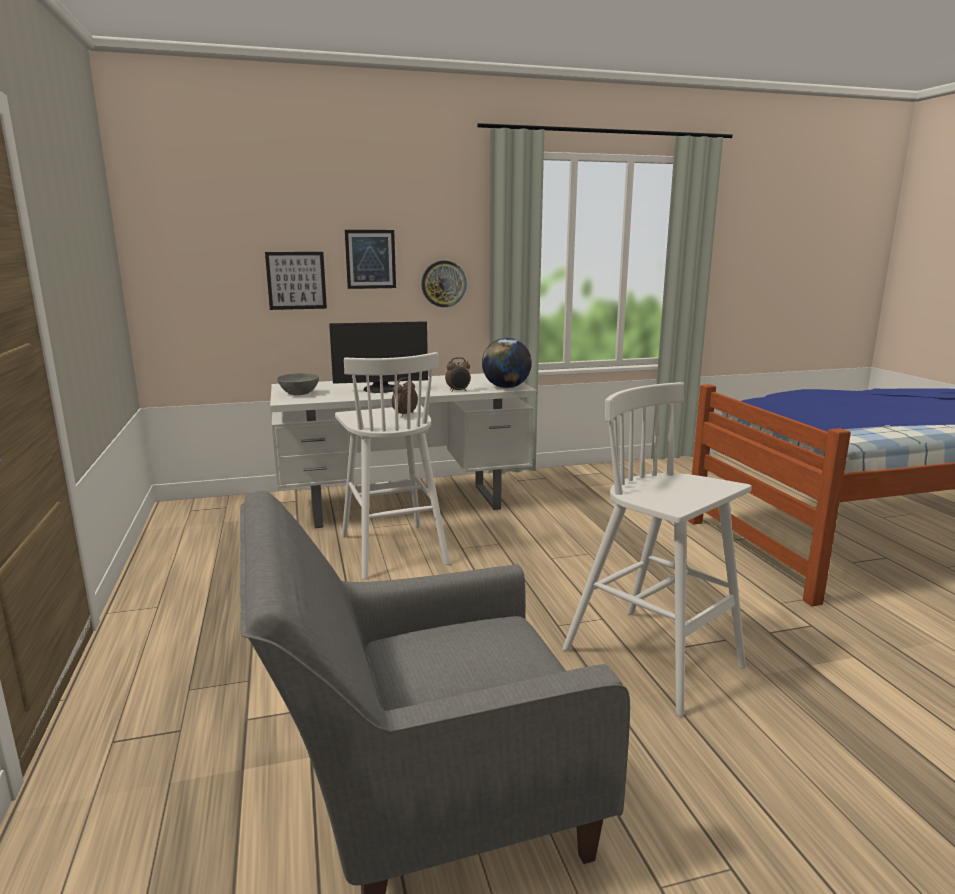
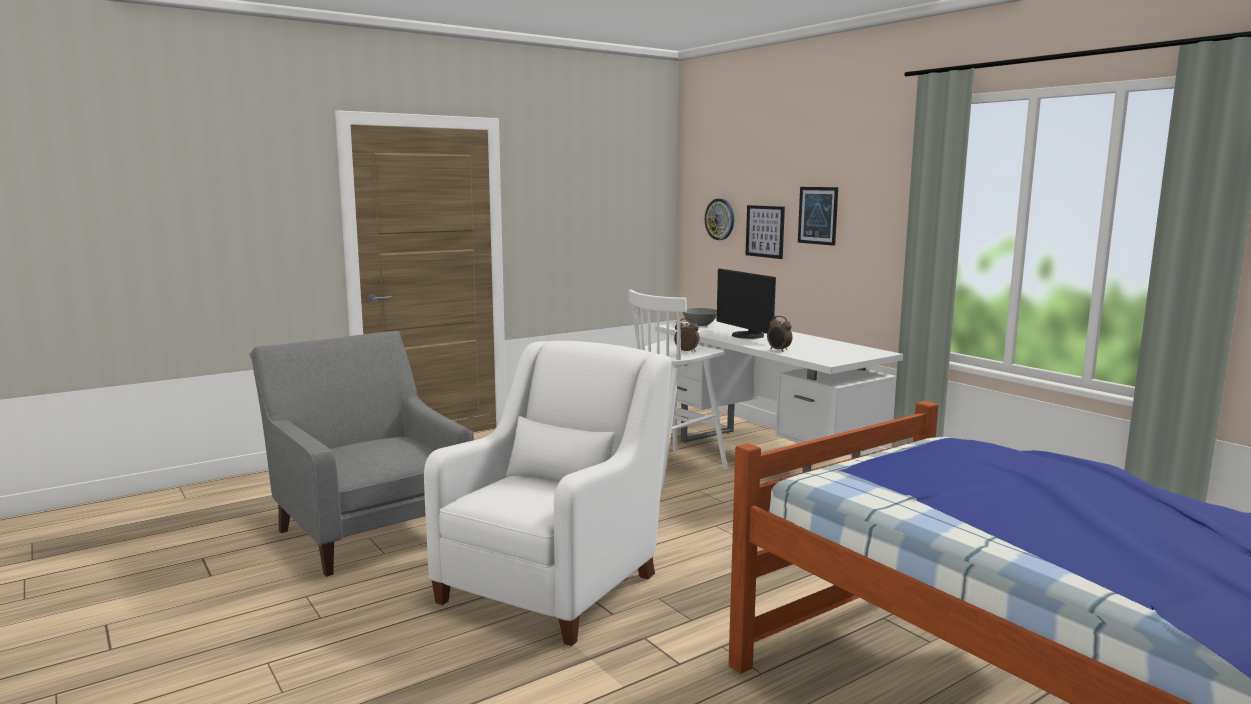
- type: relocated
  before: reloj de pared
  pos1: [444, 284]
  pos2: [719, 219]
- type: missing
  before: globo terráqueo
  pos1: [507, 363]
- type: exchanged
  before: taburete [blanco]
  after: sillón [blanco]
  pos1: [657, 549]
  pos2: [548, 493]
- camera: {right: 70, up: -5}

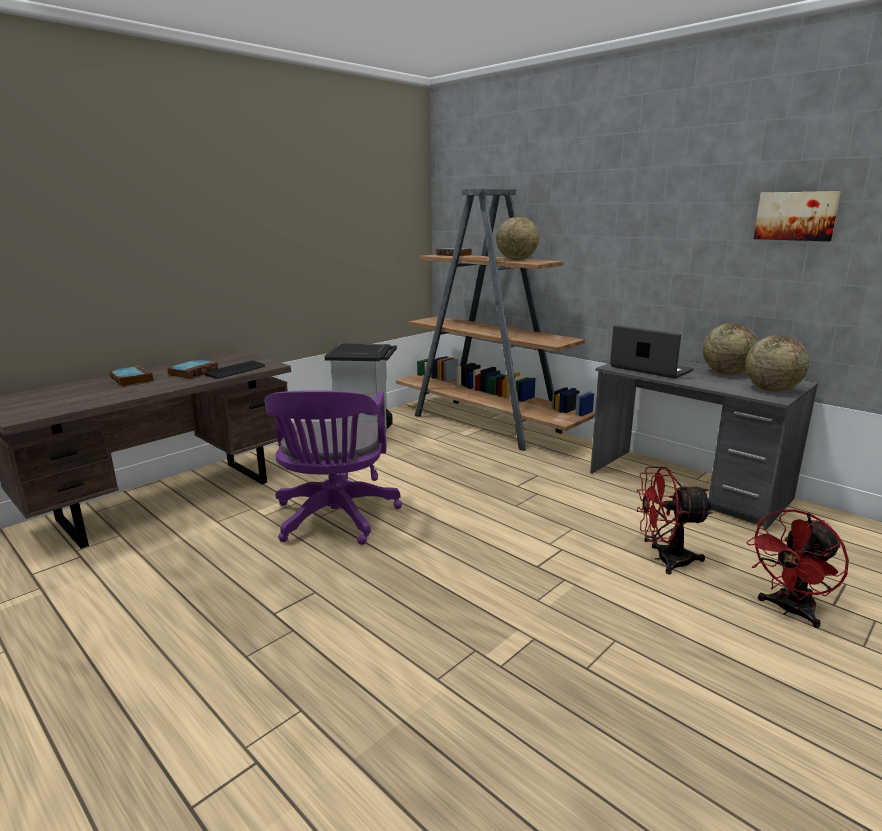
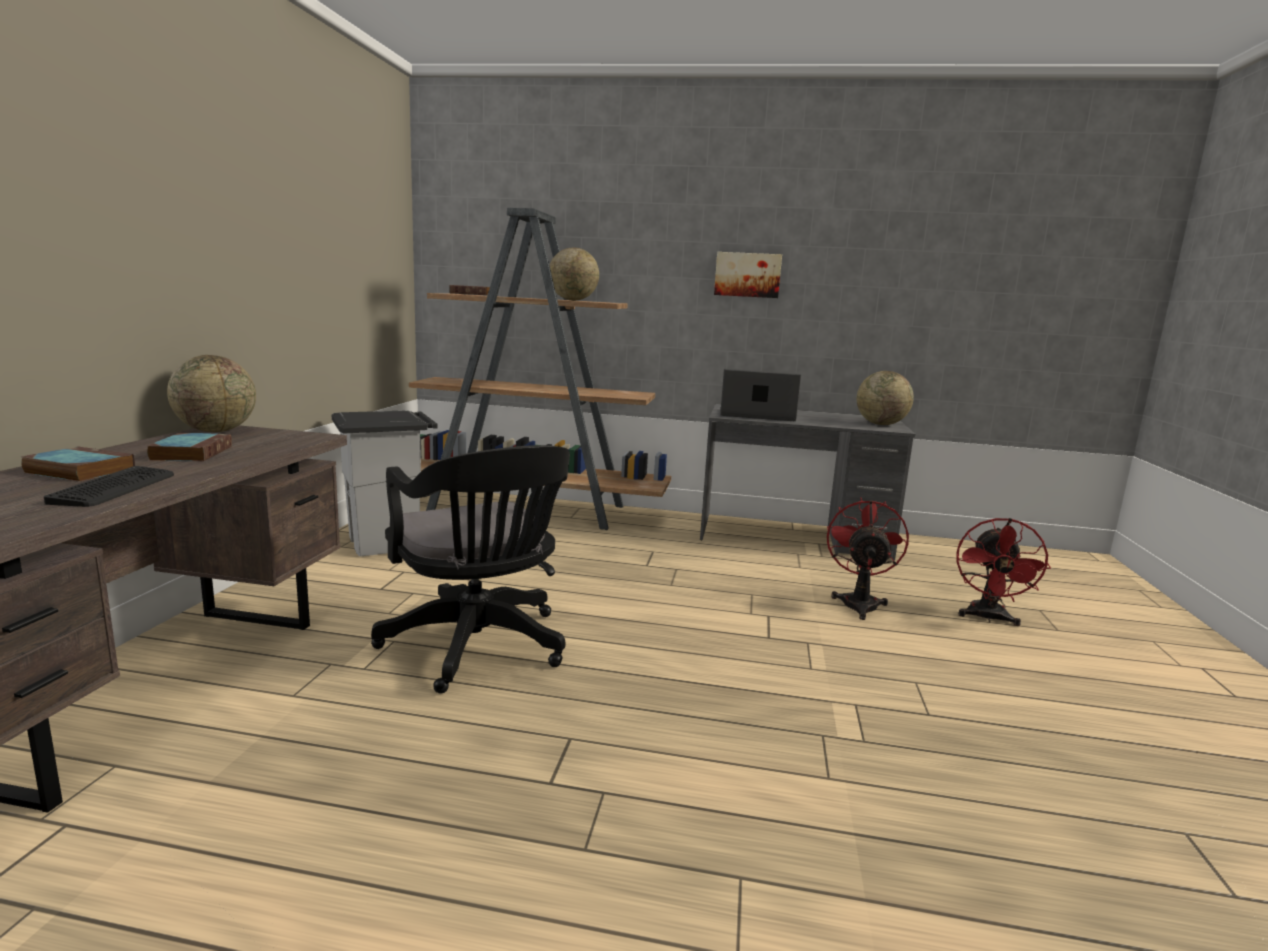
- type: relocated
  before: teclado
  pos1: [235, 369]
  pos2: [109, 486]
- type: colour
  before: silla de oficina [morado]
  after: silla de oficina [negro]
  pos1: [333, 467]
  pos2: [470, 569]
- type: spun
  before: ventilador [rojo]
  pos1: [674, 521]
  pos2: [868, 559]
  turn: 135
- type: relocated
  before: globo terráqueo
  pos1: [730, 349]
  pos2: [211, 393]
- type: relocated
  before: cuadro
  pos1: [797, 216]
  pos2: [748, 275]
- camera: {right: -35, up: -5}

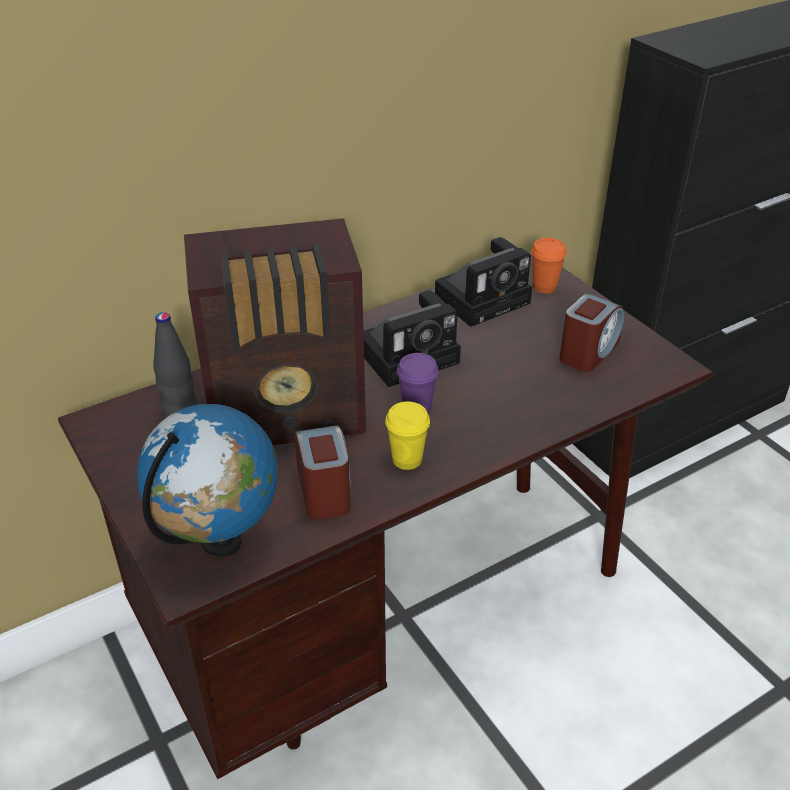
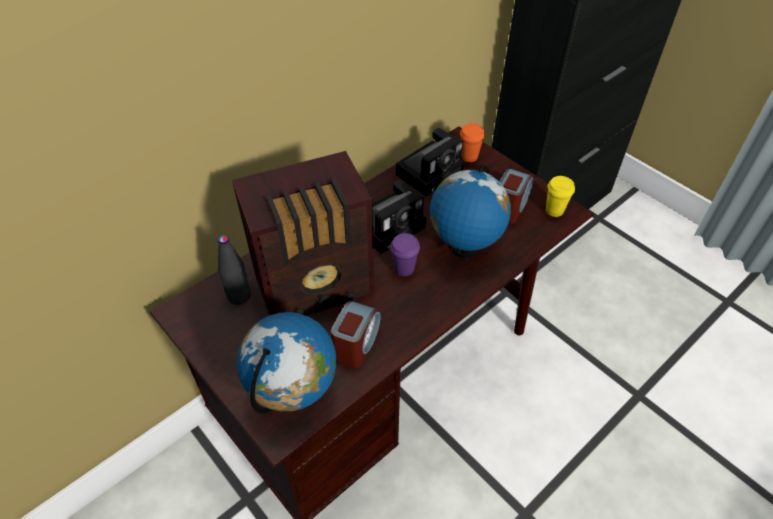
- type: spun
  before: despertador
  pos1: [323, 473]
  pos2: [356, 334]
  turn: 45
- type: relocated
  before: taza [amarillo]
  pos1: [407, 435]
  pos2: [560, 196]
- type: appeared
  after: globo terráqueo
  pos2: [470, 212]
- camera: {right: -10, up: 10}

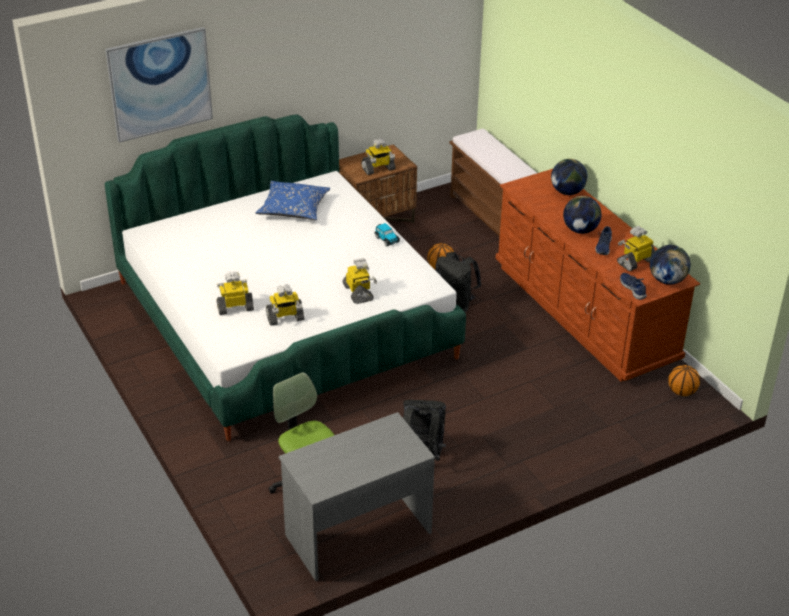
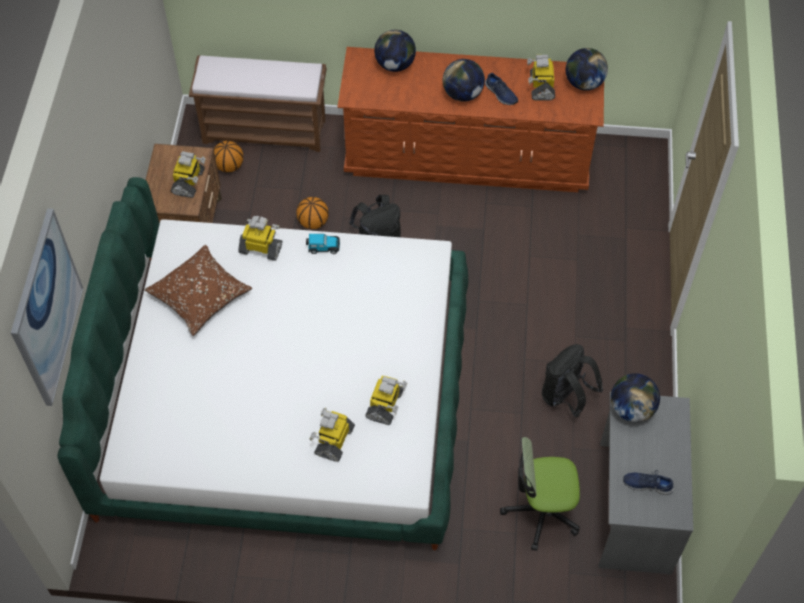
- type: colour
  before: cojín [azul]
  after: cojín [marrón]
  pos1: [293, 200]
  pos2: [198, 290]
- type: relocated
  before: robot de juguete
  pos1: [359, 281]
  pos2: [260, 238]
- type: relocated
  before: zapato [azul]
  pos1: [633, 286]
  pos2: [648, 482]
- type: relocated
  before: balón de baloncesto
  pos1: [684, 380]
  pos2: [228, 156]
- type: appeared
  after: globo terráqueo
  pos2: [635, 397]
- camera: {right: -55, up: 20}

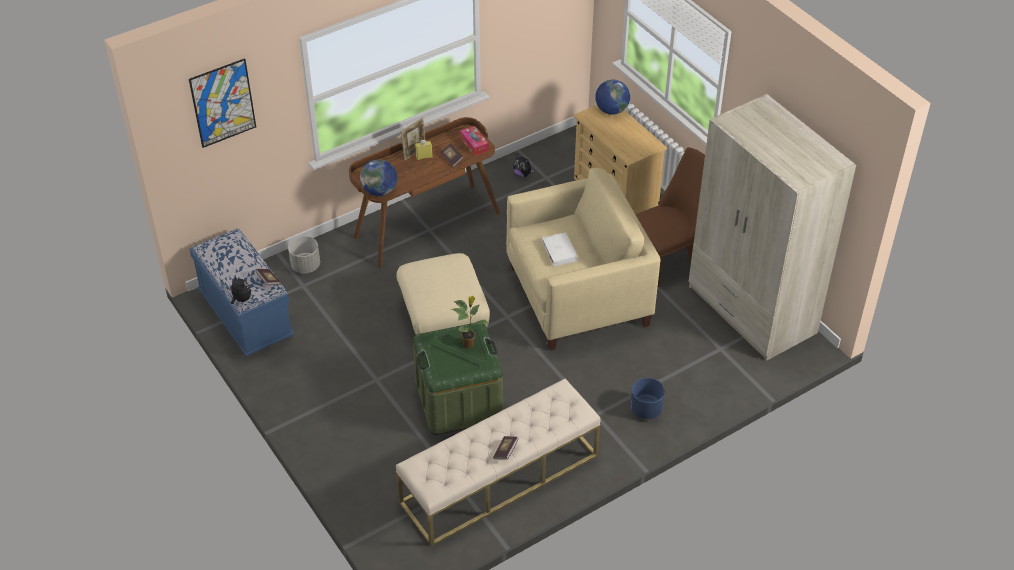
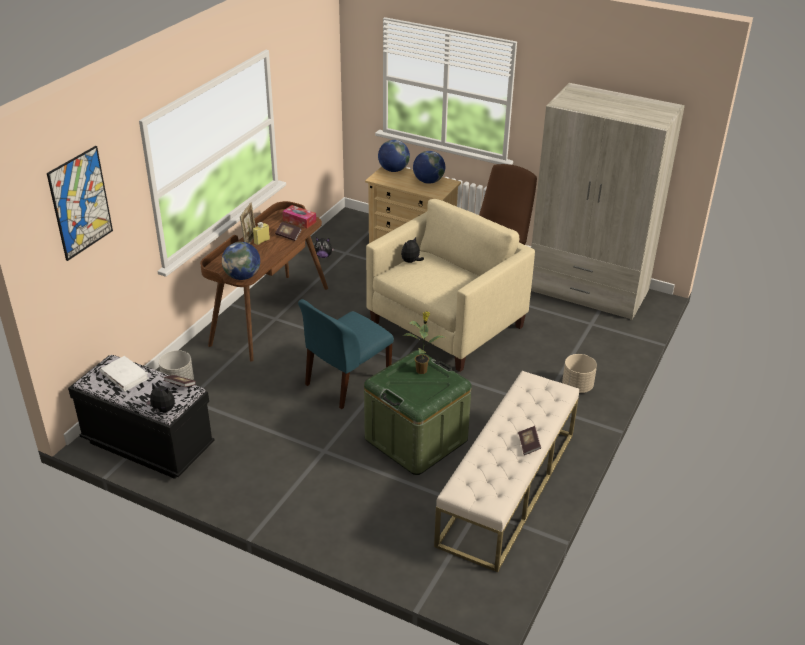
- type: colour
  before: banco [azul]
  after: banco [negro]
  pos1: [241, 292]
  pos2: [141, 417]
- type: exchanged
  before: puf [beis]
  after: silla [azul]
  pos1: [443, 294]
  pos2: [346, 354]
- type: relocated
  before: libro [blanco]
  pos1: [559, 249]
  pos2: [124, 373]
- type: colour
  before: maceta [azul]
  after: maceta [beis]
  pos1: [647, 398]
  pos2: [579, 373]
- type: appeared
  after: peluche
  pos2: [412, 249]
- type: appeared
  after: globo terráqueo
  pos2: [429, 167]
- camera: {right: -30, up: -10}

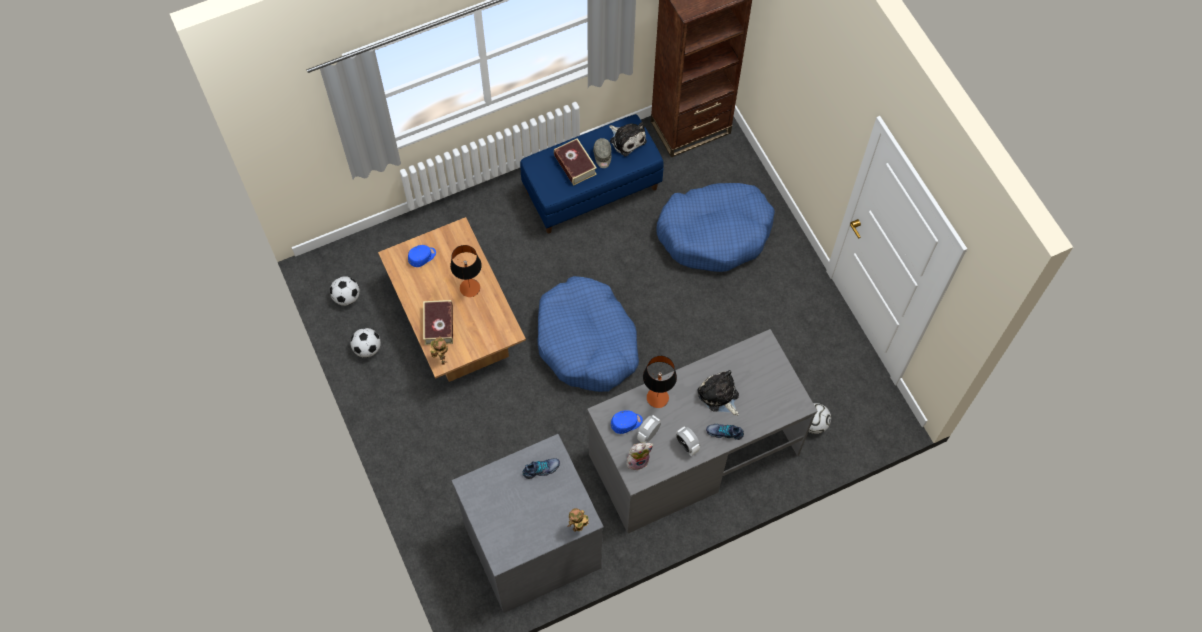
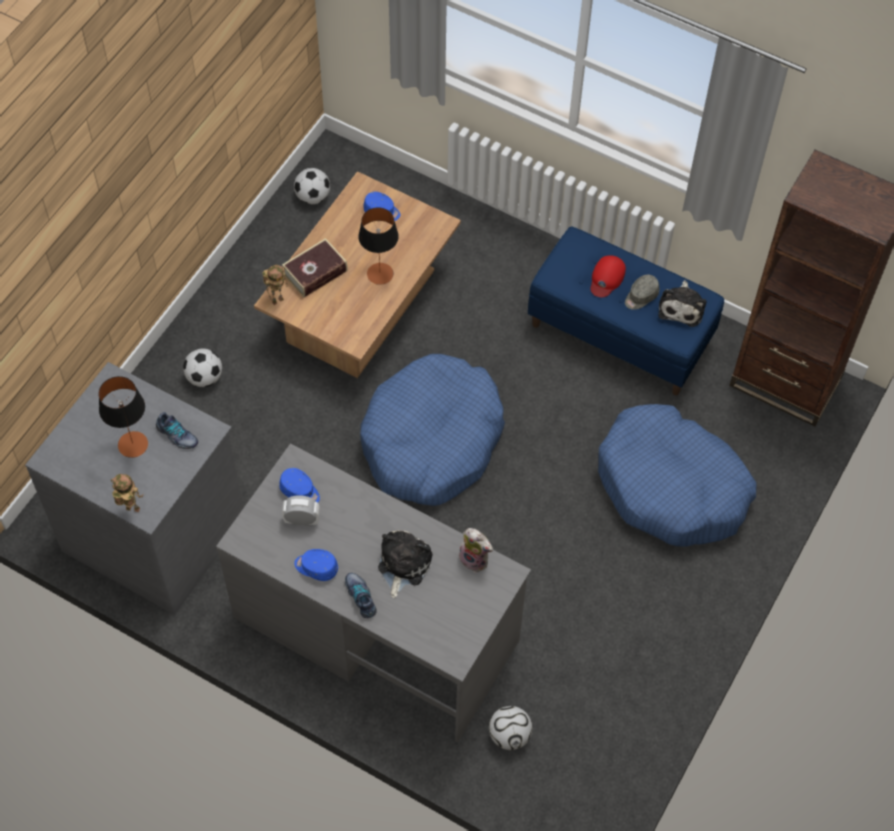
- type: relocated
  before: balón de fútbol
  pos1: [365, 343]
  pos2: [202, 367]
- type: exchanged
  before: libro
  after: gorra [rojo]
  pos1: [575, 162]
  pos2: [608, 276]
- type: relocated
  before: peluche
  pos1: [640, 456]
  pos2: [476, 550]
- type: relocated
  before: lámpara de mesa
  pos1: [660, 382]
  pos2: [123, 417]
- type: exchanged
  before: despertador
  after: gorra [azul]
  pos1: [688, 441]
  pos2: [316, 565]
- camera: {right: 55, up: -5}

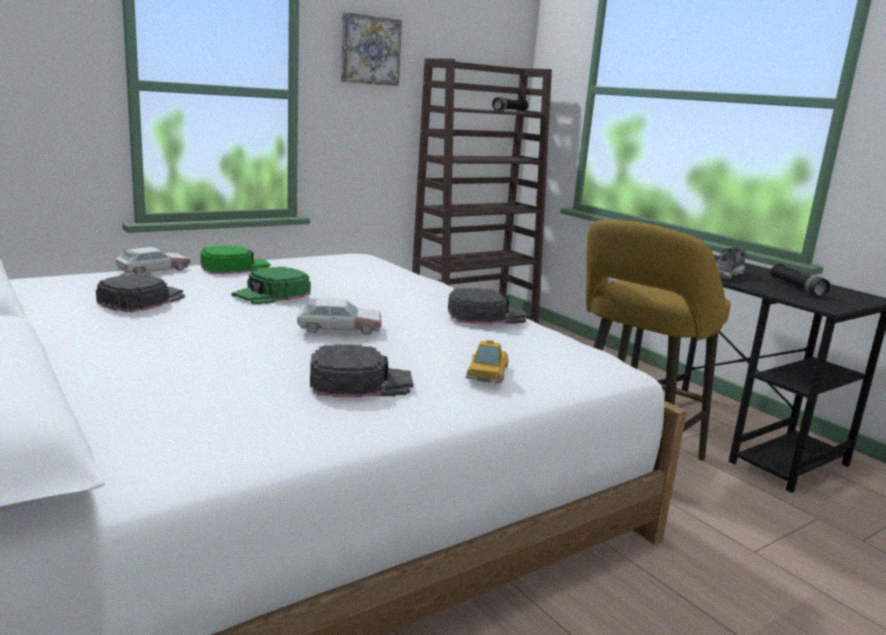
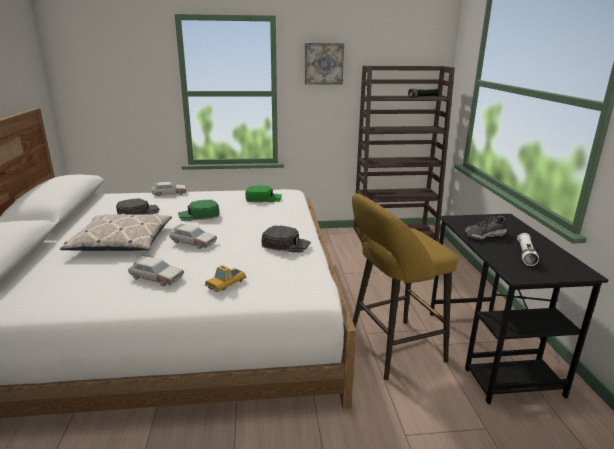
- type: relocated
  before: gorra [verde]
  pos1: [235, 259]
  pos2: [263, 193]
- type: exchanged
  before: gorra [negro]
  after: coche de juguete
  pos1: [361, 370]
  pos2: [156, 271]
- type: colour
  before: linterna [negro]
  after: linterna [blanco]
  pos1: [800, 280]
  pos2: [528, 249]
- type: appeared
  after: cojín
  pos2: [116, 232]
- camera: {right: 30, up: 5}

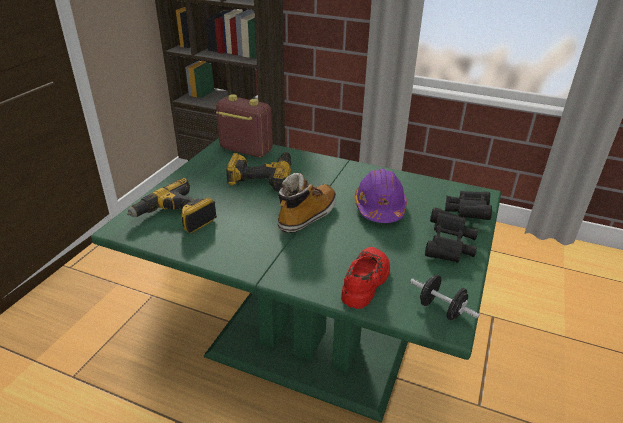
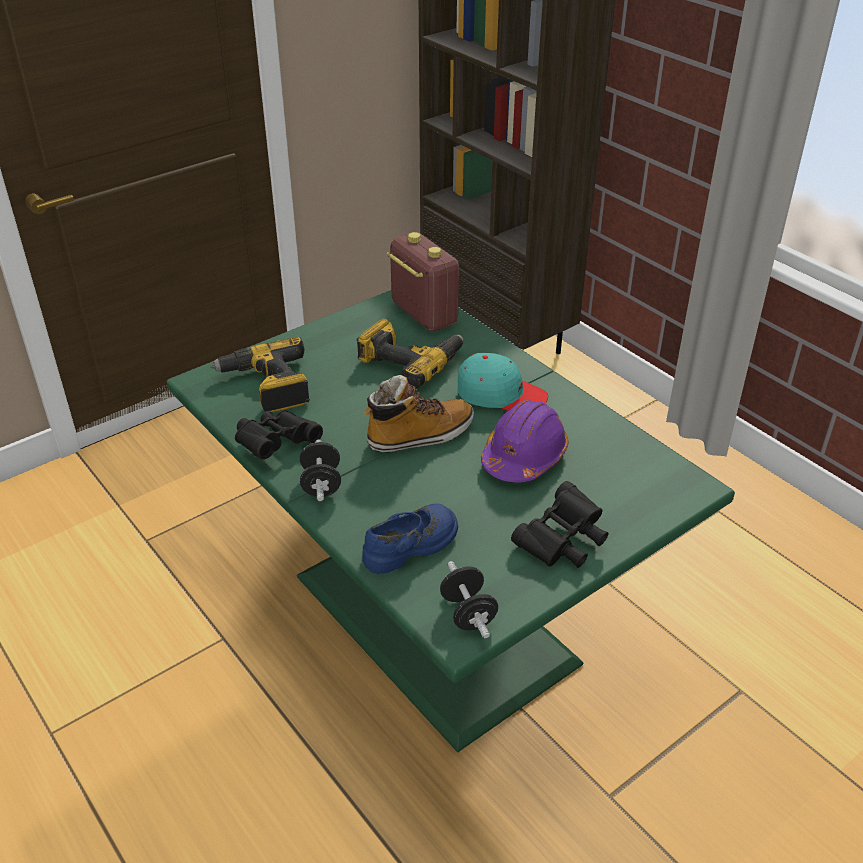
- type: colour
  before: zapato [rojo]
  after: zapato [azul]
  pos1: [365, 278]
  pos2: [410, 538]
- type: relocated
  before: prismáticos [negro]
  pos1: [468, 205]
  pos2: [279, 434]
- type: appeared
  after: mancuerna [negro]
  pos2: [320, 470]
- type: appeared
  after: gorra [turquesa]
  pos2: [502, 382]
- camera: {right: 30, up: 5}

